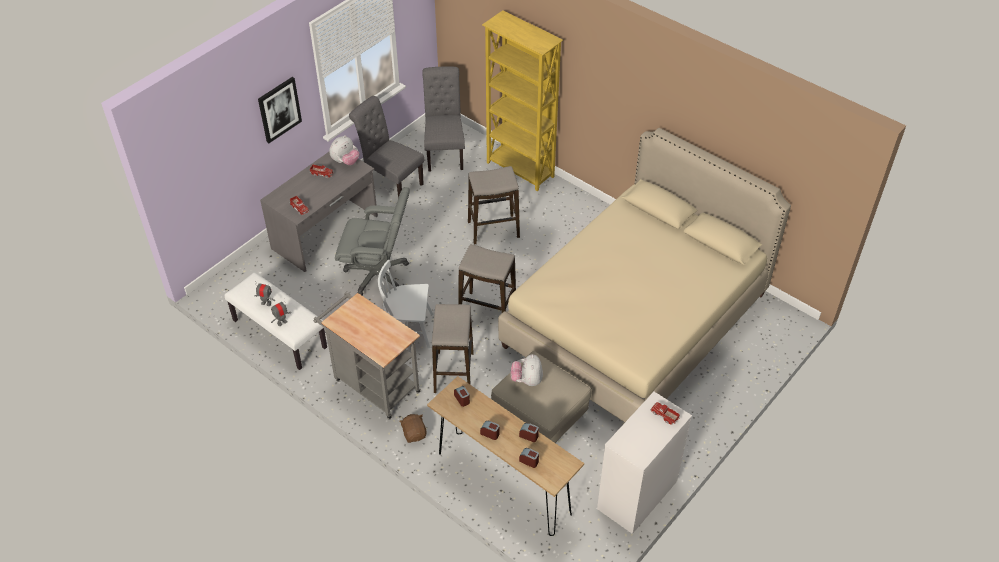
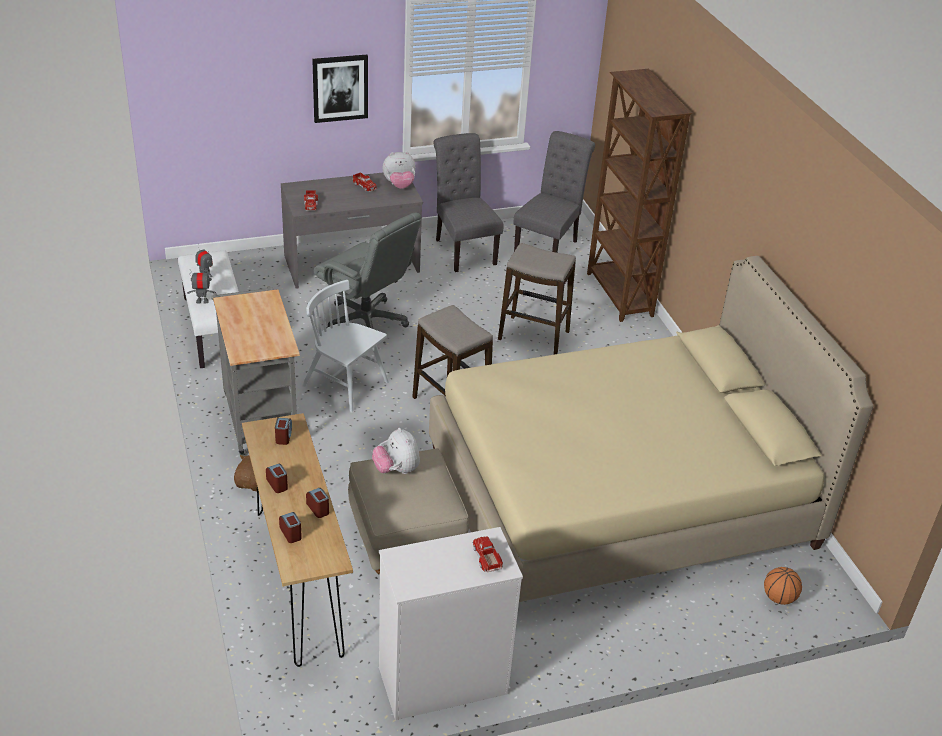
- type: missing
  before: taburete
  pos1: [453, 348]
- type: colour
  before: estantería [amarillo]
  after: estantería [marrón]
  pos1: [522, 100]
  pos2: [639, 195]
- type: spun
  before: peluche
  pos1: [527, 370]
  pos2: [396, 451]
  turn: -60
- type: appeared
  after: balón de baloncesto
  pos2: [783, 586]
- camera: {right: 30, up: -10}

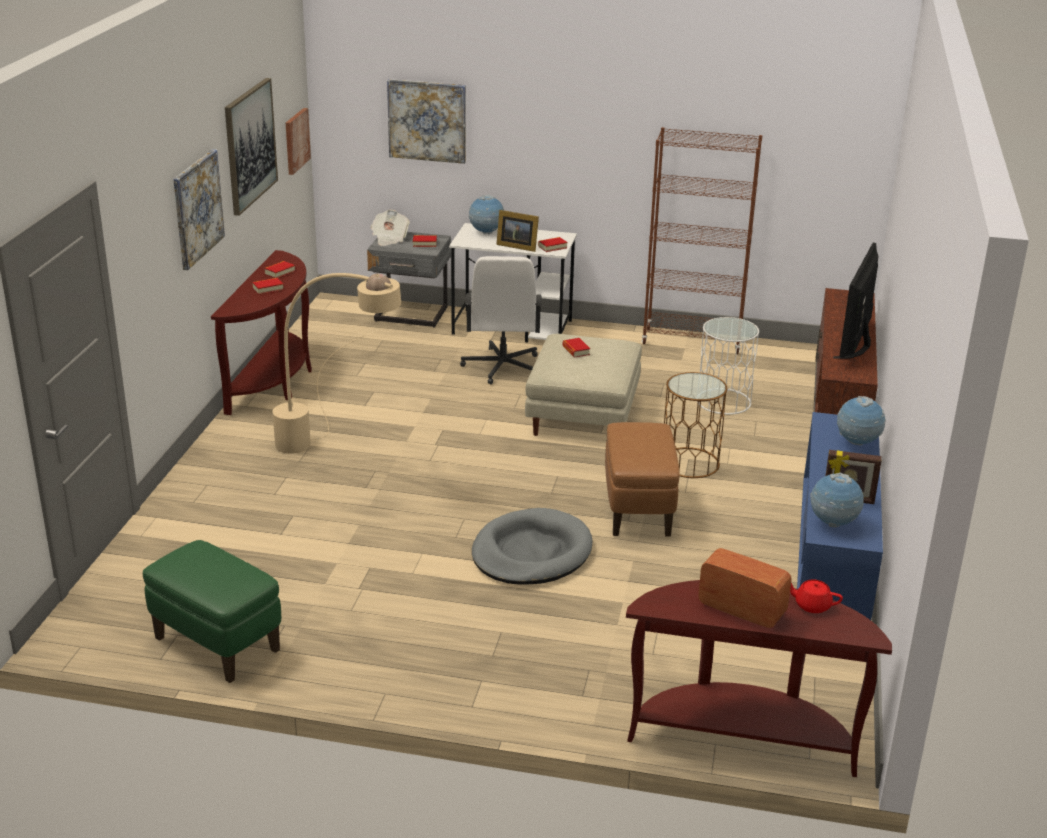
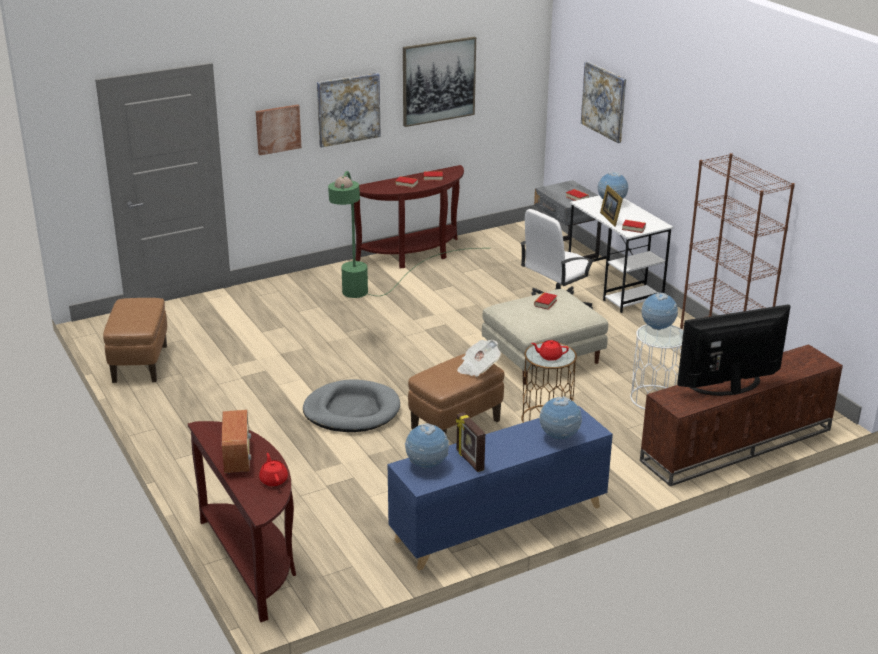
- type: colour
  before: puf [verde]
  after: puf [marrón]
  pos1: [212, 611]
  pos2: [135, 340]
- type: colour
  before: lámpara de pie [beis]
  after: lámpara de pie [verde]
  pos1: [337, 363]
  pos2: [407, 234]
- type: relocated
  before: cuadro
  pos1: [298, 141]
  pos2: [278, 129]
- type: relocated
  before: periódico
  pos1: [390, 228]
  pos2: [479, 358]
- type: appeared
  after: tetera [rojo]
  pos2: [550, 350]
- type: appeared
  after: globo terráqueo
  pos2: [660, 311]
- camera: {right: 50, up: 0}

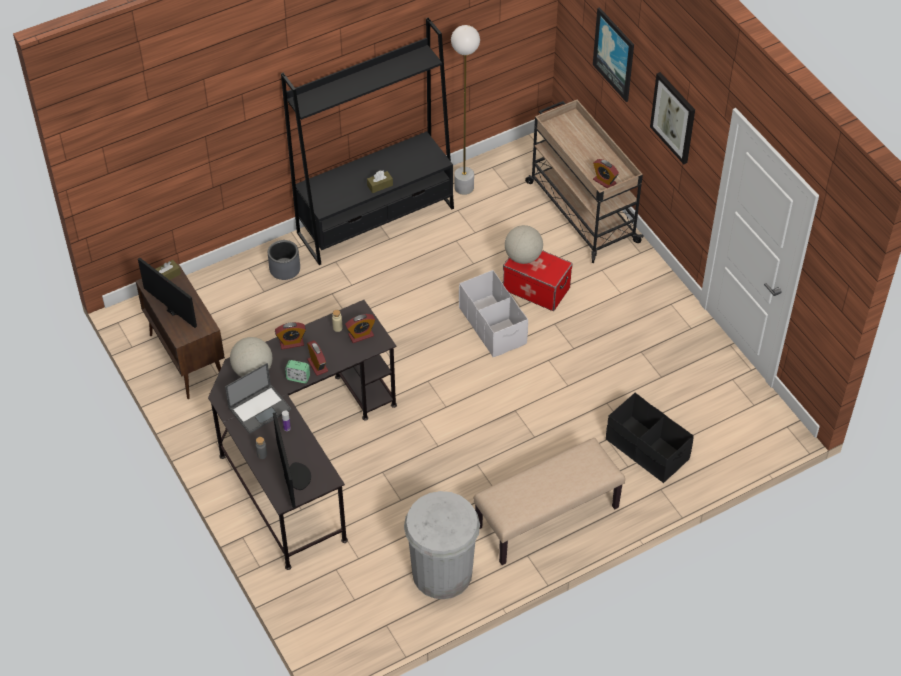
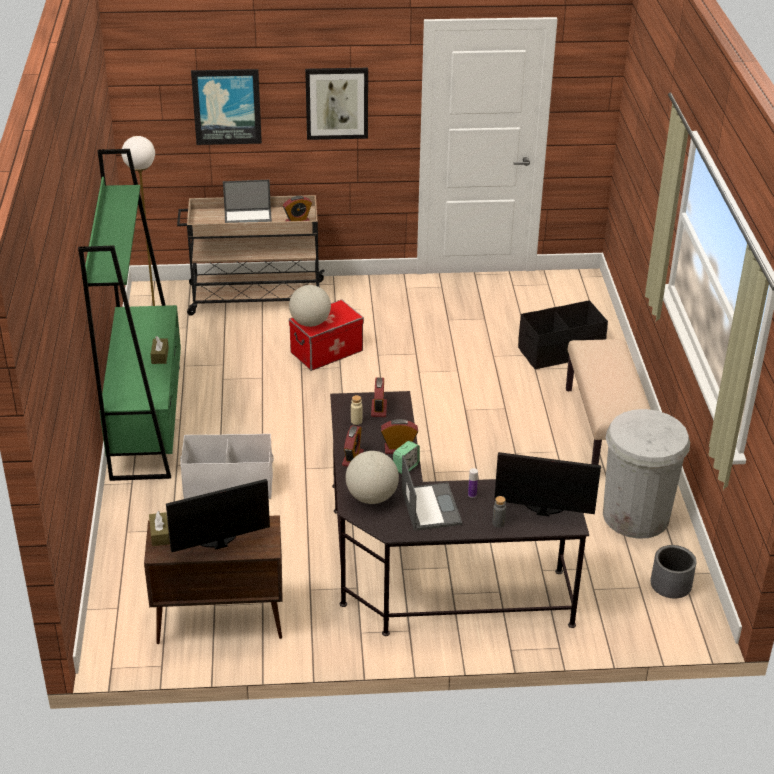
- type: relocated
  before: maceta [gris]
  pos1: [284, 260]
  pos2: [673, 571]
- type: colour
  before: estantería [negro]
  after: estantería [verde]
  pos1: [367, 141]
  pos2: [129, 315]
- type: relocated
  before: caja de almacenaje [blanco]
  pos1: [493, 314]
  pos2: [227, 466]
- type: appeared
  after: portátil
  pos2: [247, 201]
- camera: {right: -65, up: -15}

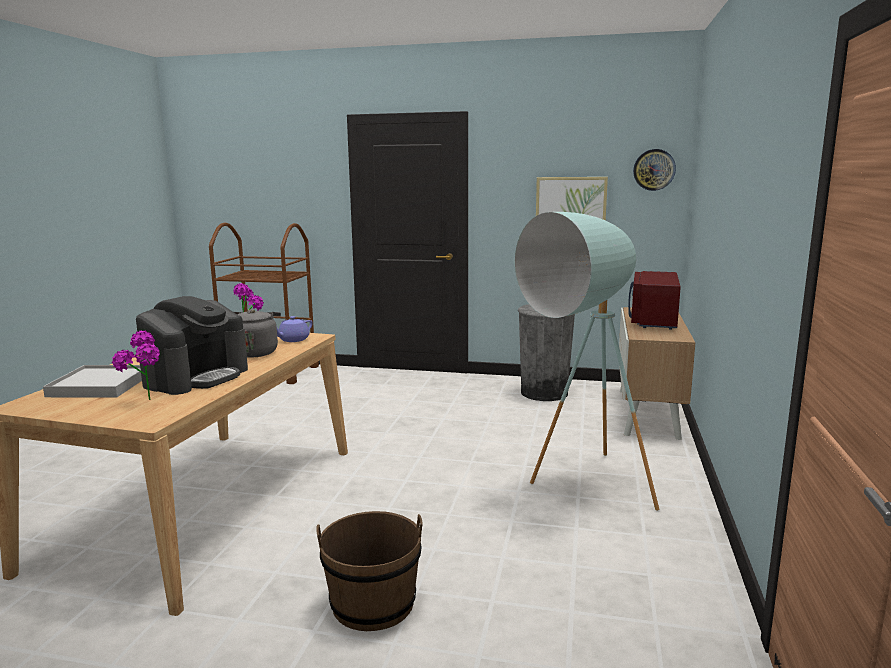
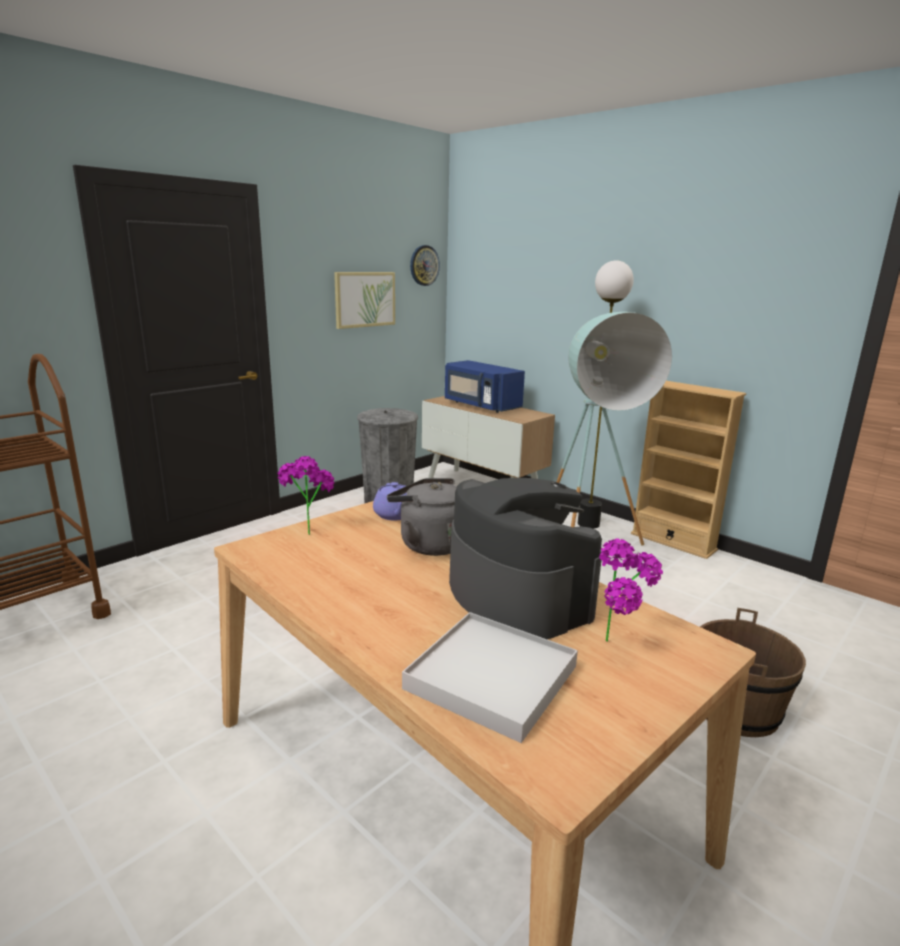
- type: colour
  before: microondas [rojo]
  after: microondas [azul]
  pos1: [654, 300]
  pos2: [485, 386]
- type: appeared
  after: lámpara de pie
  pos2: [606, 394]
- type: appeared
  after: estantería [beis]
  pos2: [688, 470]
- camera: {right: -60, up: 5}

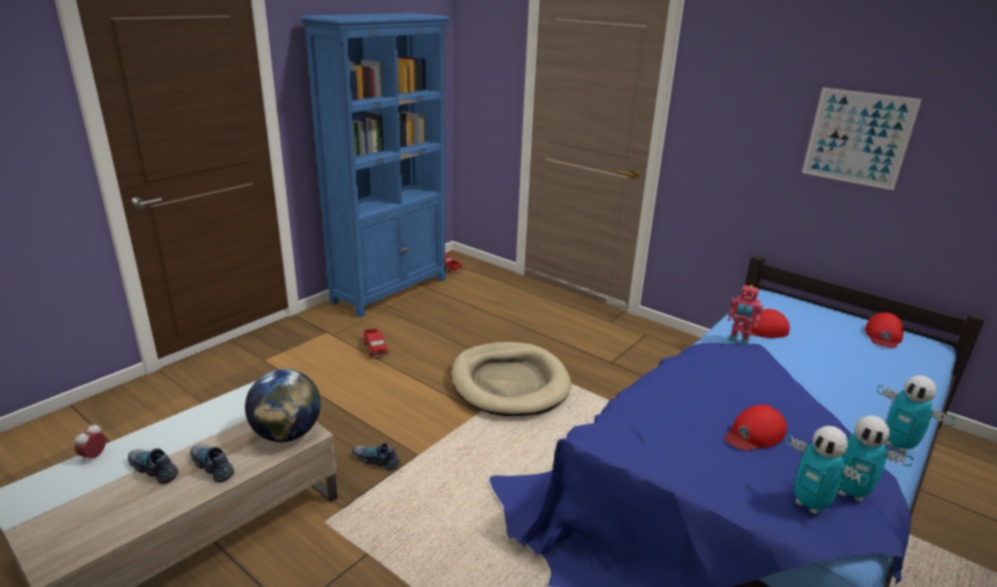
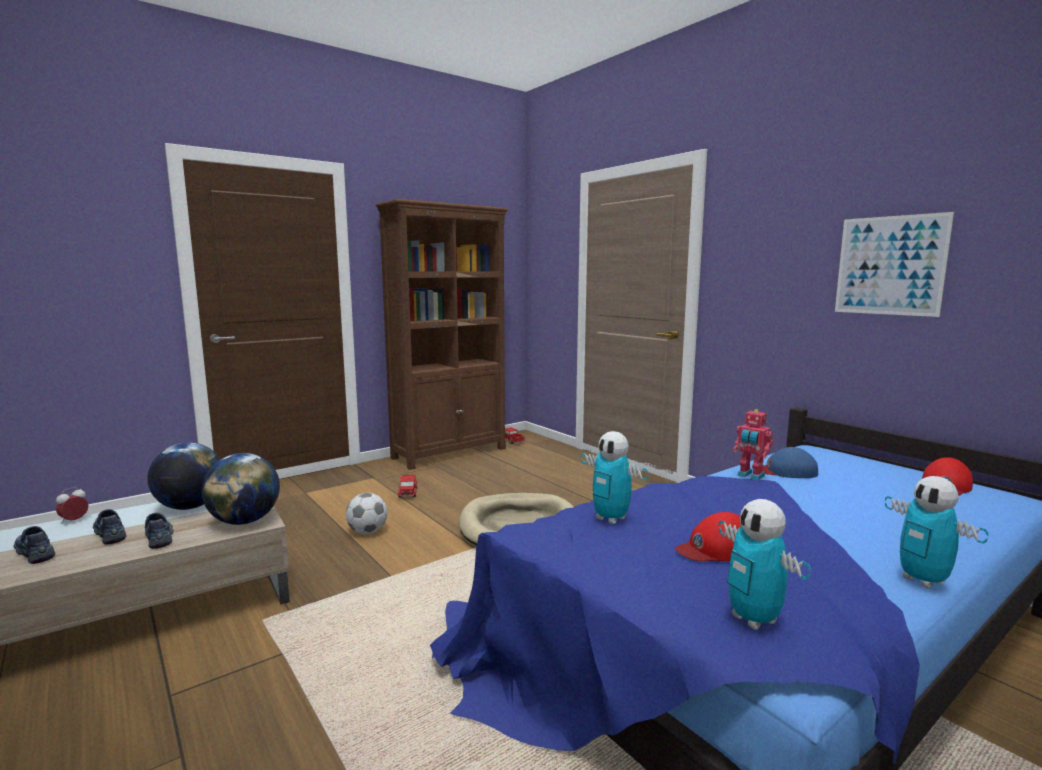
- type: colour
  before: estantería [azul]
  after: estantería [marrón]
  pos1: [375, 165]
  pos2: [441, 334]
- type: relocated
  before: zapato
  pos1: [376, 456]
  pos2: [34, 545]
- type: colour
  before: gorra [rojo]
  after: gorra [azul]
  pos1: [764, 323]
  pos2: [785, 462]
- type: relocated
  before: robot de juguete
  pos1: [876, 458]
  pos2: [614, 477]
- type: appeared
  after: globo terráqueo
  pos2: [183, 476]
- type: appeared
  after: balón de fútbol
  pos2: [367, 513]
- camera: {right: 15, up: -15}

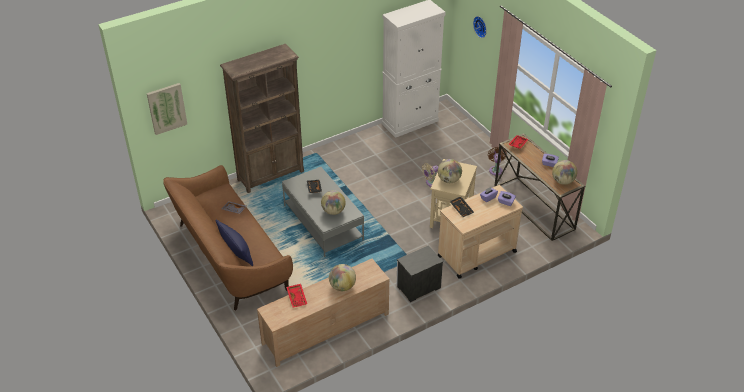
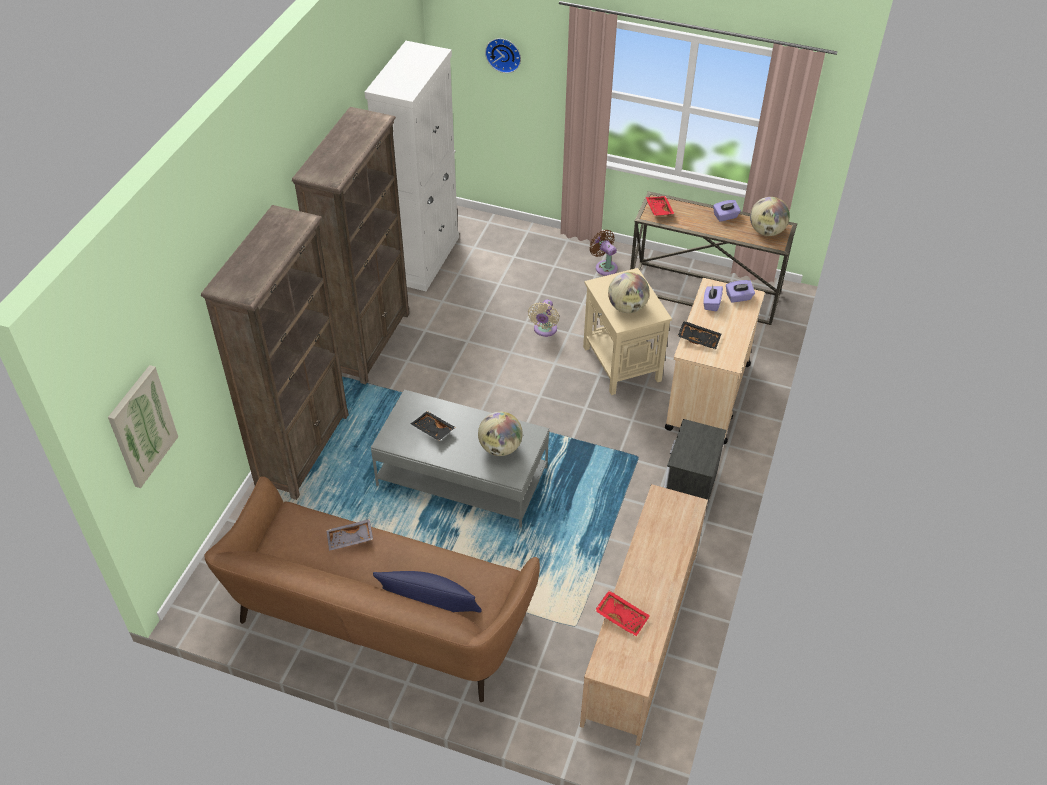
- type: missing
  before: globo terráqueo
  pos1: [342, 277]
- type: appeared
  after: estantería [marrón]
  pos2: [351, 245]
- camera: {right: -40, up: 5}

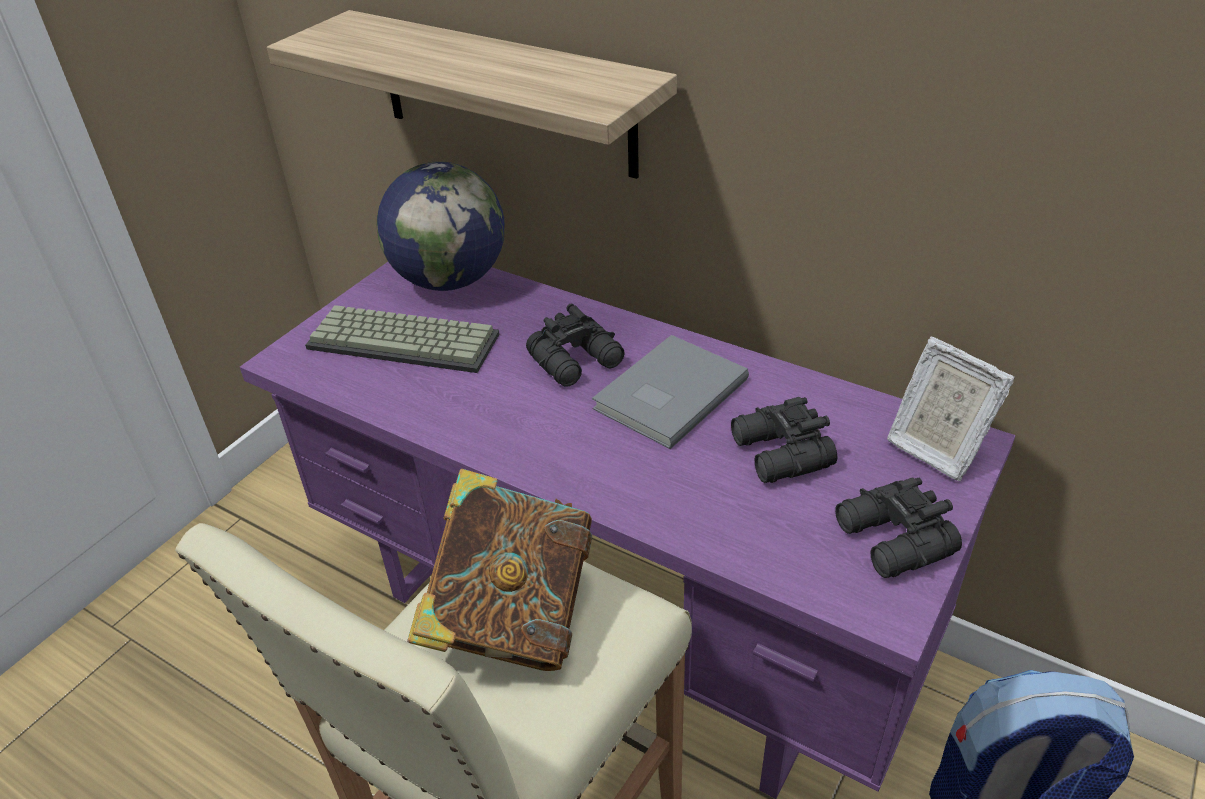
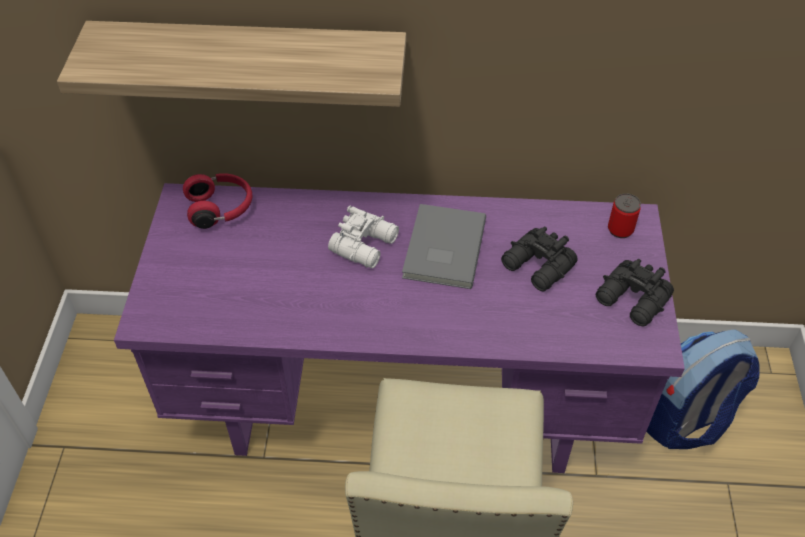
- type: missing
  before: teclado
  pos1: [402, 339]
- type: exchanged
  before: globo terráqueo
  after: auriculares [rojo]
  pos1: [441, 226]
  pos2: [217, 201]
- type: missing
  before: libro
  pos1: [499, 570]
- type: colour
  before: prismáticos [negro]
  after: prismáticos [blanco]
  pos1: [575, 345]
  pos2: [363, 237]
- type: exchanged
  before: portarretratos
  after: lata
  pos1: [951, 408]
  pos2: [624, 215]
- camera: {right: -30, up: 10}

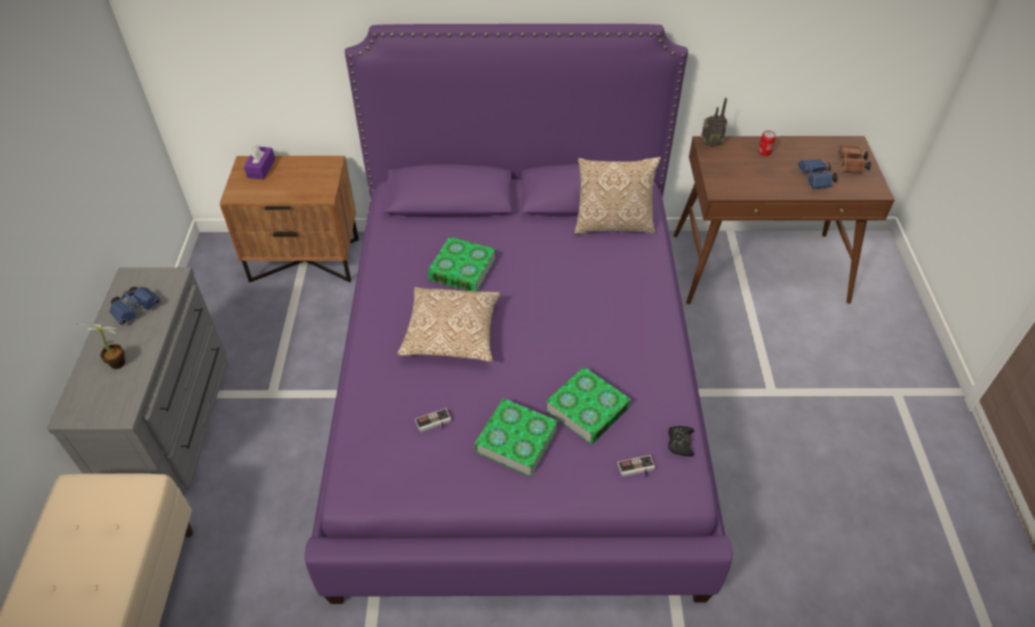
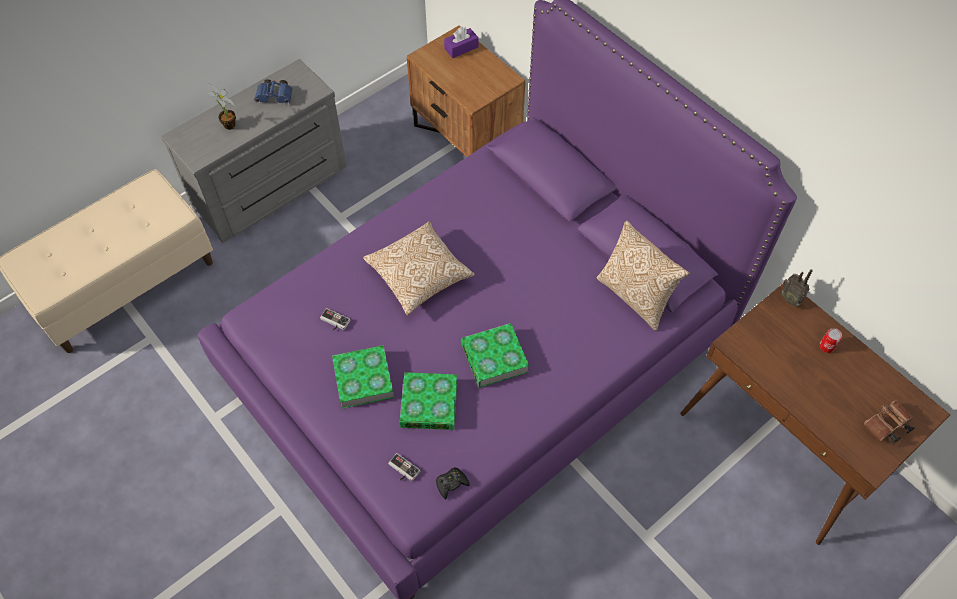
- type: relocated
  before: libro
  pos1: [462, 264]
  pos2: [495, 355]
- type: missing
  before: prismáticos [azul]
  pos1: [818, 174]
- camera: {right: 50, up: 10}

